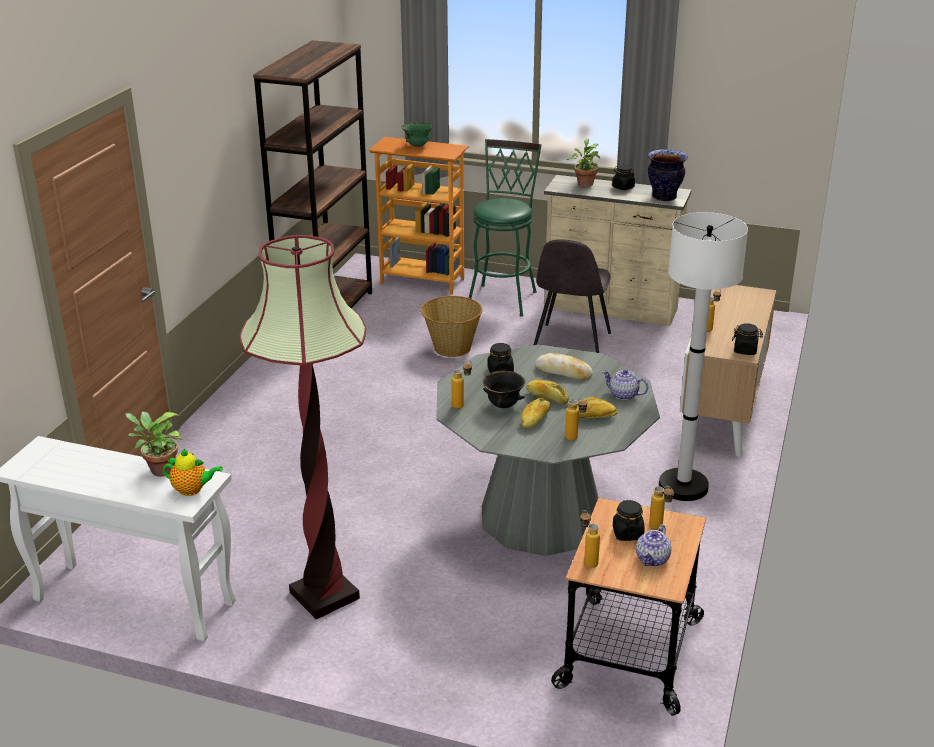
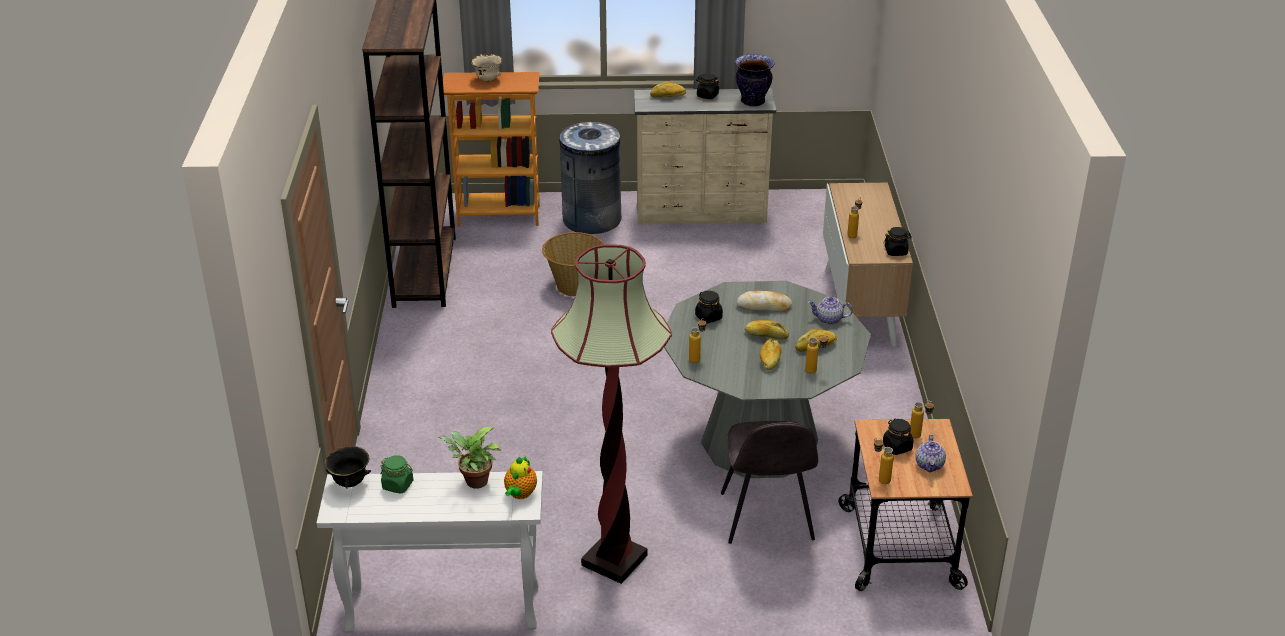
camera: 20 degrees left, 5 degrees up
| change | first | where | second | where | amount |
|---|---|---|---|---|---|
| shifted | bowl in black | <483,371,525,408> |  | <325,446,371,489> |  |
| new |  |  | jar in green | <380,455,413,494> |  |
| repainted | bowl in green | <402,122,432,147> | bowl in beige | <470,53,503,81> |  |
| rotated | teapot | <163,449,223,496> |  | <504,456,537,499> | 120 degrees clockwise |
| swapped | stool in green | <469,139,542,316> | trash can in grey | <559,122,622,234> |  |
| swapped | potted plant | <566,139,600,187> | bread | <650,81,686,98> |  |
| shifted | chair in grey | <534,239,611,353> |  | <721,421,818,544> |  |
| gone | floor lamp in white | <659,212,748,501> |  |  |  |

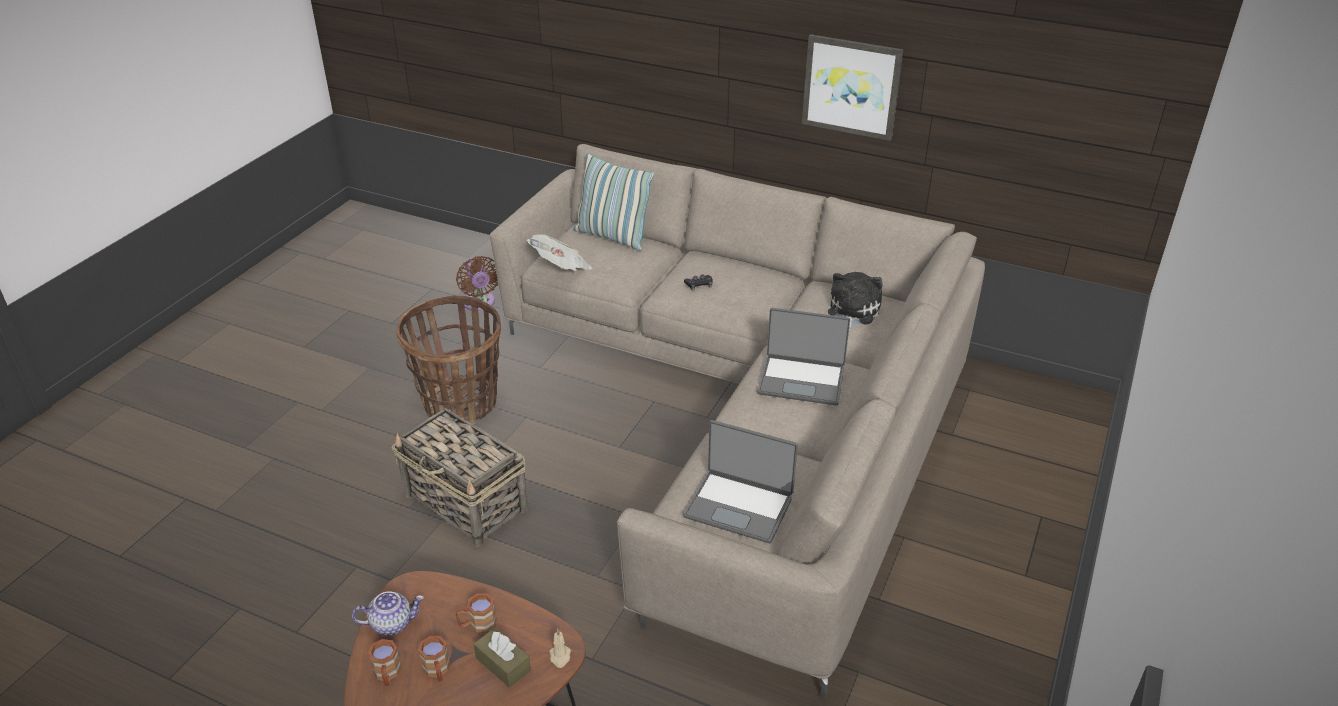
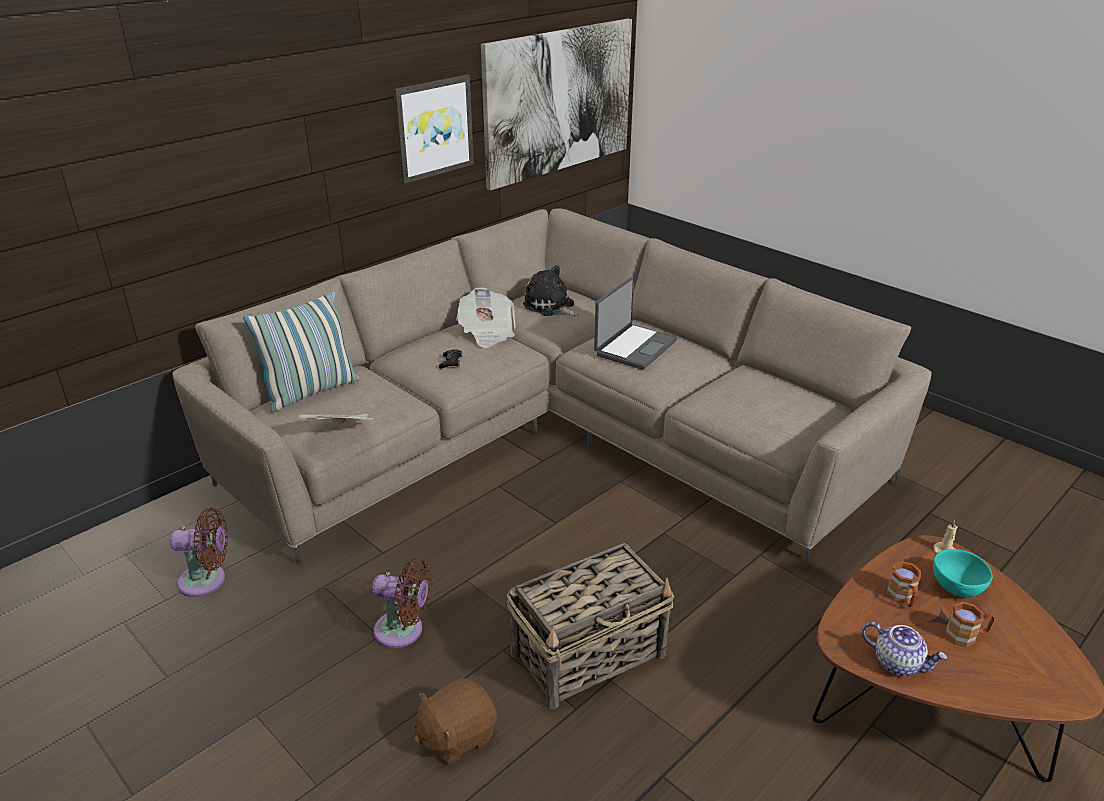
camera: 70 degrees left, 5 degrees down
| change | first | where | second | where | amount |
|---|---|---|---|---|---|
| swapped | basket | <397,296,501,424> | fan in brown | <372,558,432,648> |  |
| new |  |  | plush toy in brown | <414,678,497,764> |  |
| new |  |  | newspaper | <456,287,515,348> |  |
| new |  |  | picture | <481,19,632,191> |  |
| rotated | teapot | <352,591,424,636> |  | <862,622,947,676> | 120 degrees clockwise |
| swapped | tissue box in brown | <474,628,531,688> | bowl in turquoise | <933,549,993,597> |  |
| gone | mug in brown | <368,639,402,686> |  |  |  |
| gone | laptop | <684,420,798,543> |  |  |  |

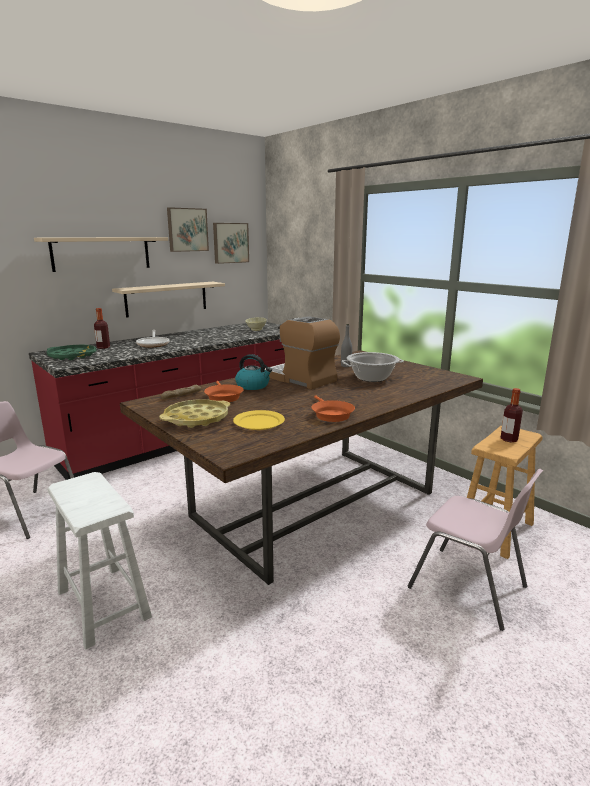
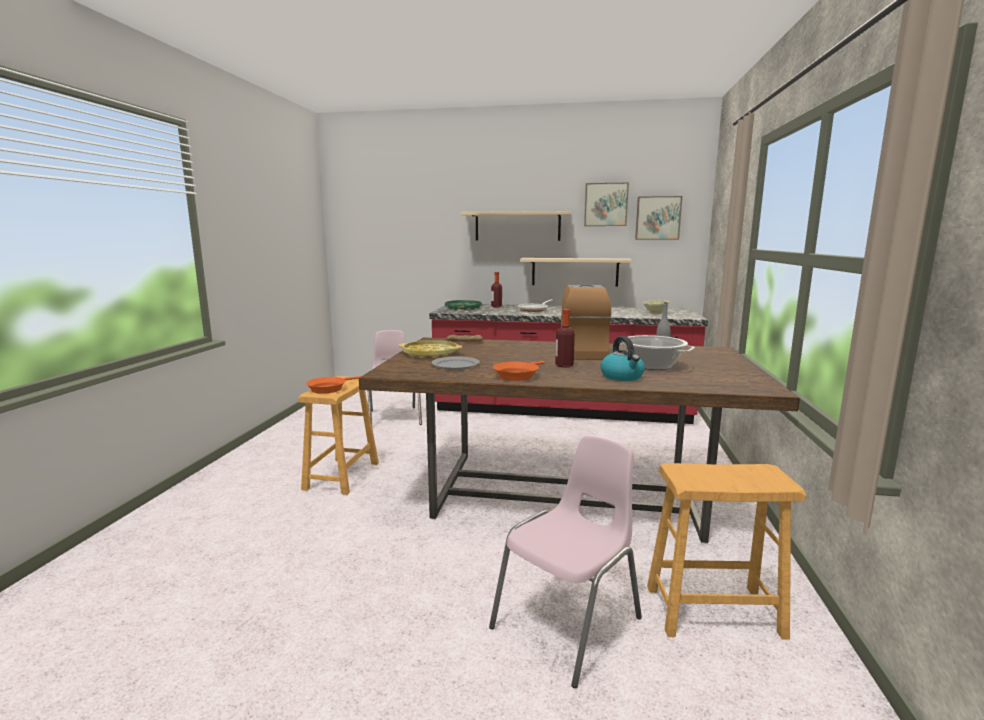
camera: 50 degrees right, 5 degrees down
| change | first | where | second | where | amount |
|---|---|---|---|---|---|
| repainted | stool in white | <47,472,152,649> | stool in brown | <298,376,379,495> |  |
| shifted | frying pan in orange | <204,381,244,402> |  | <306,376,361,394> |  |
| repainted | plate in yellow | <233,410,285,430> | plate in grey | <431,356,480,370> |  |
| rotated | chair in pink | <408,469,543,631> |  | <489,436,642,688> | 135 degrees counterclockwise |
| shifted | bottle | <500,388,523,442> |  | <555,309,575,368> |  |
| shifted | kettle | <235,354,272,390> |  | <600,336,645,381> |  |

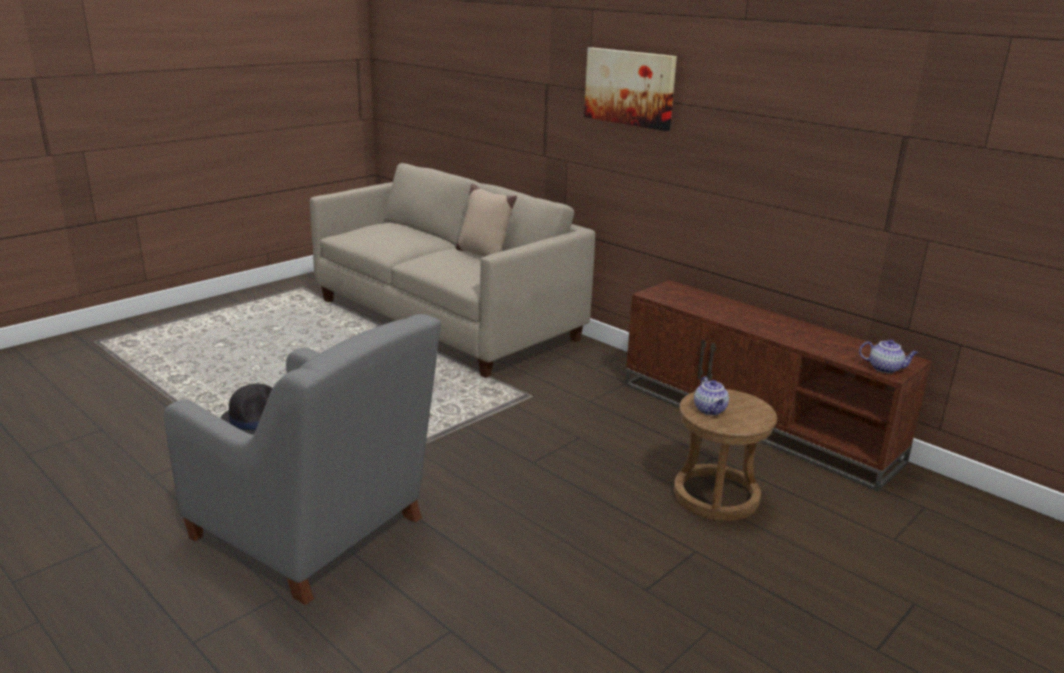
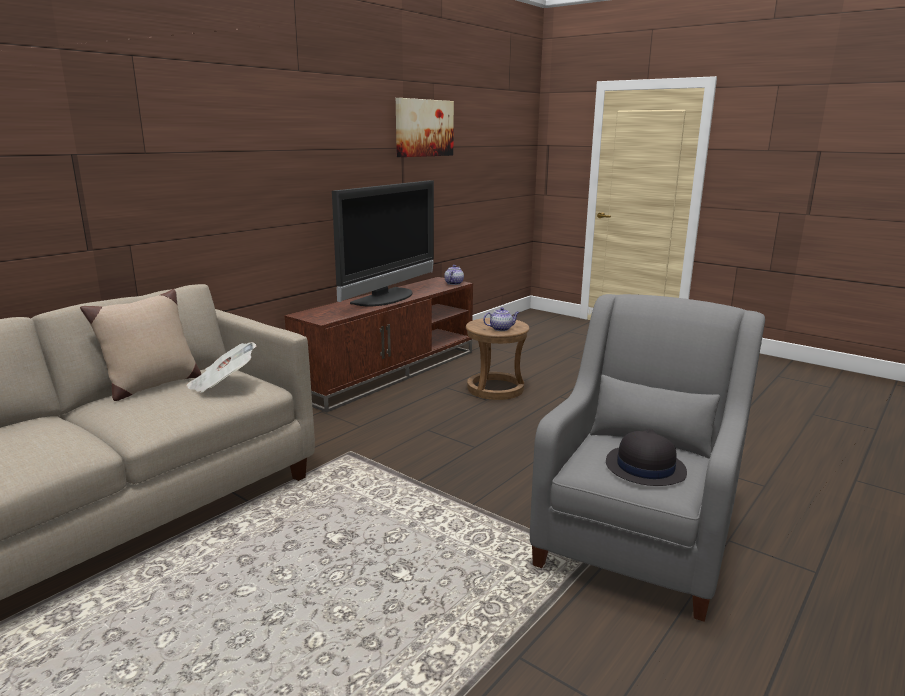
camera: 95 degrees left, 5 degrees down
| change | first | where | second | where | amount |
|---|---|---|---|---|---|
| new |  |  | newspaper | <187,342,256,393> |  |
| new |  |  | television | <332,180,434,306> |  |
| shifted | picture | <584,47,677,131> |  | <396,98,454,157> |  |

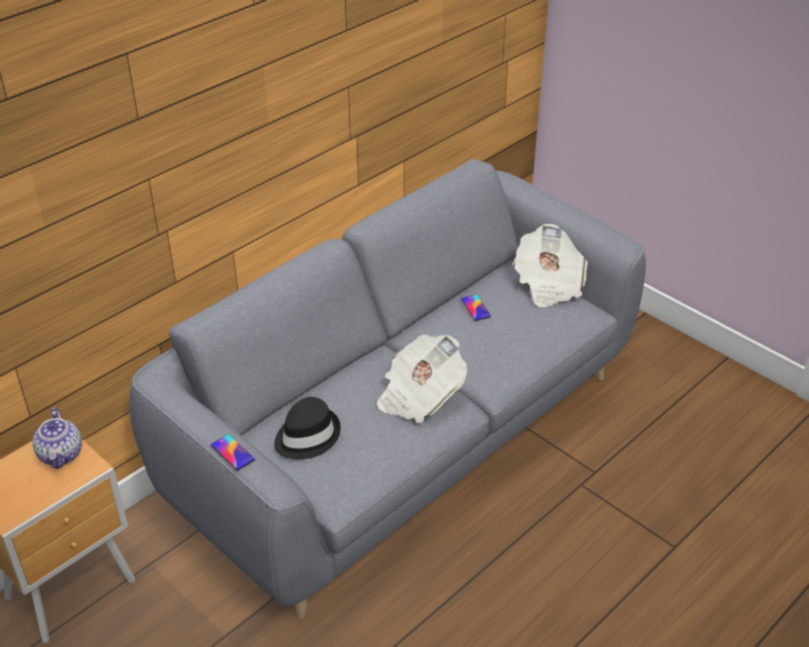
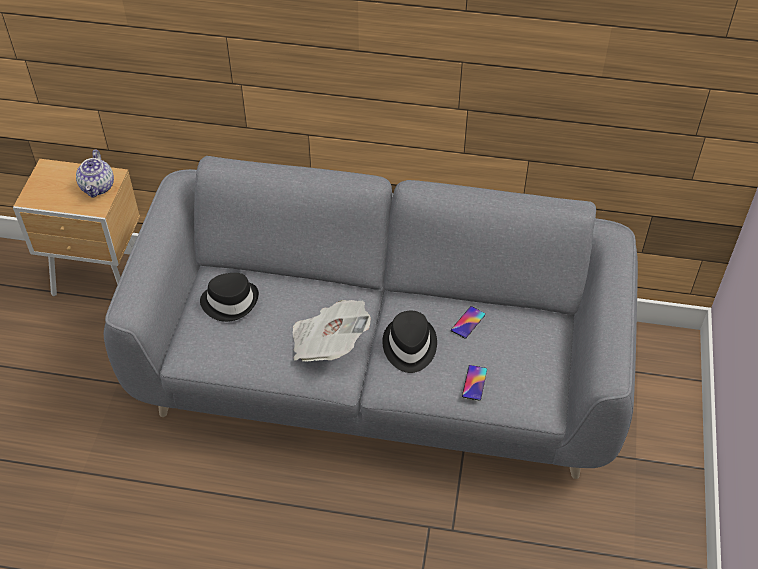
camera: 55 degrees right, 10 degrees up
| change | first | where | second | where | amount |
|---|---|---|---|---|---|
| rotated | teapot | <33,407,82,469> |  | <76,150,114,198> | 45 degrees counterclockwise |
| new |  |  | hat in black | <382,311,437,373> |  |
| shifted | phone | <211,434,255,470> |  | <462,365,487,401> |  |
| gone | newspaper | <513,224,588,307> |  |  |  |

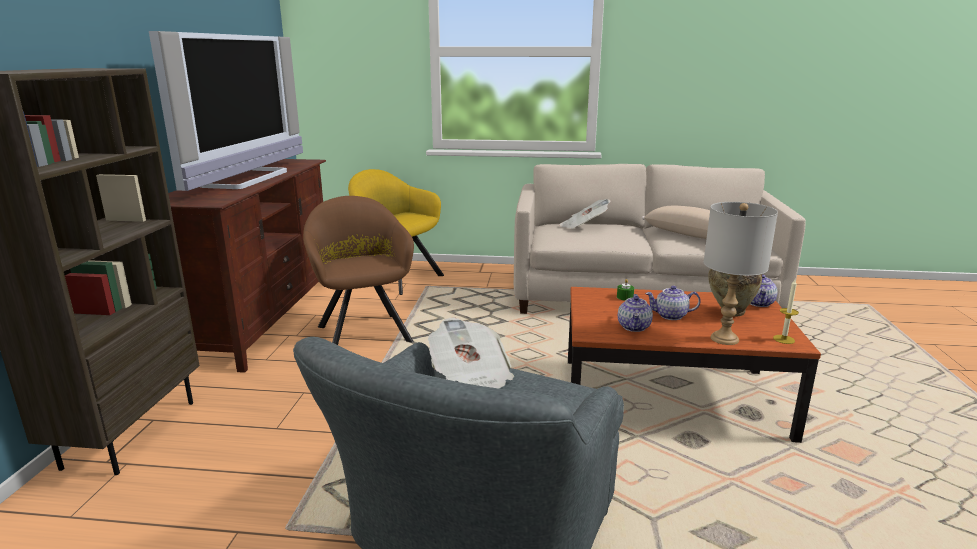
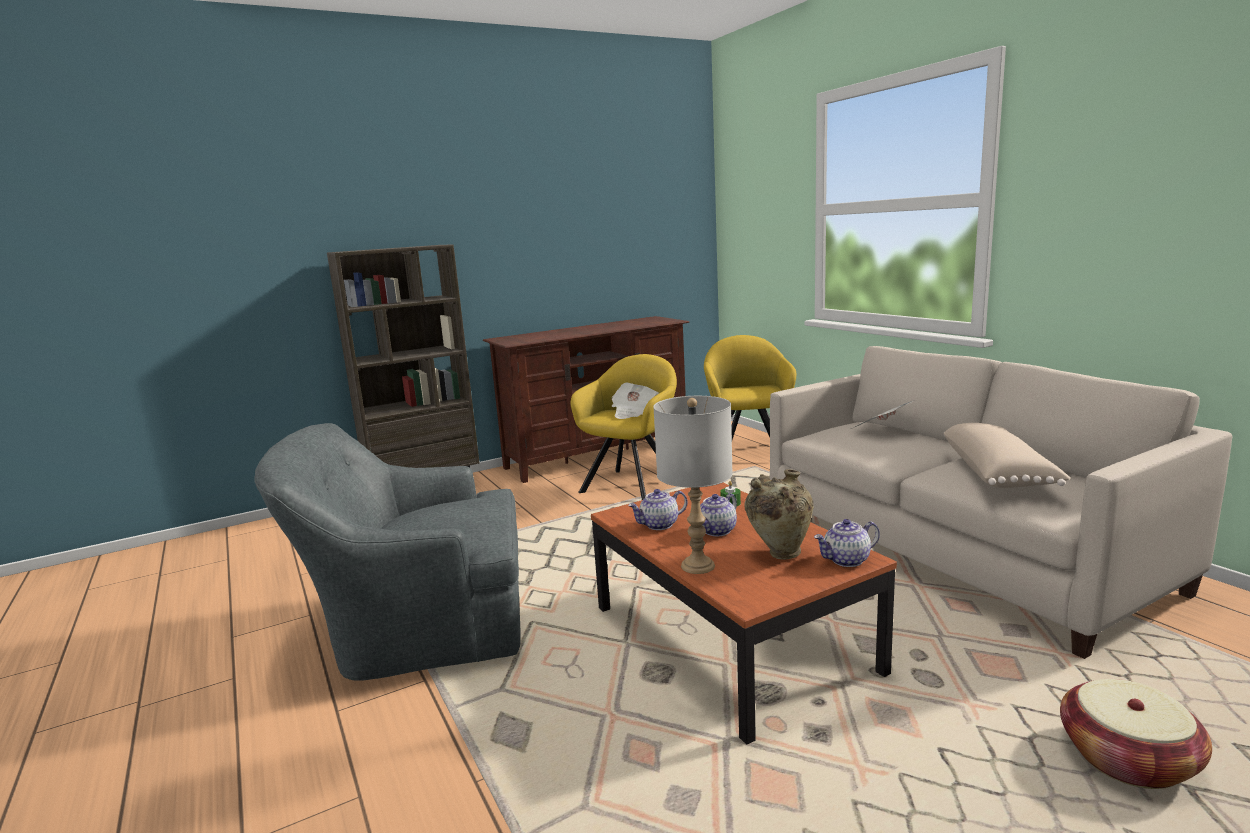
camera: 55 degrees right, 5 degrees down
| change | first | where | second | where | amount |
|---|---|---|---|---|---|
| repainted | armchair in brown | <303,196,414,345> | armchair in yellow | <571,354,677,500> |  |
| shifted | newspaper | <428,318,514,389> |  | <612,383,659,419> |  |
| rotated | teapot | <645,286,701,320> |  | <700,493,737,536> | 105 degrees counterclockwise |
| new |  |  | basket | <1060,679,1212,789> |  |
| gone | television | <149,31,303,191> |  |  |  |
| gone | candle | <773,280,799,344> |  |  |  |

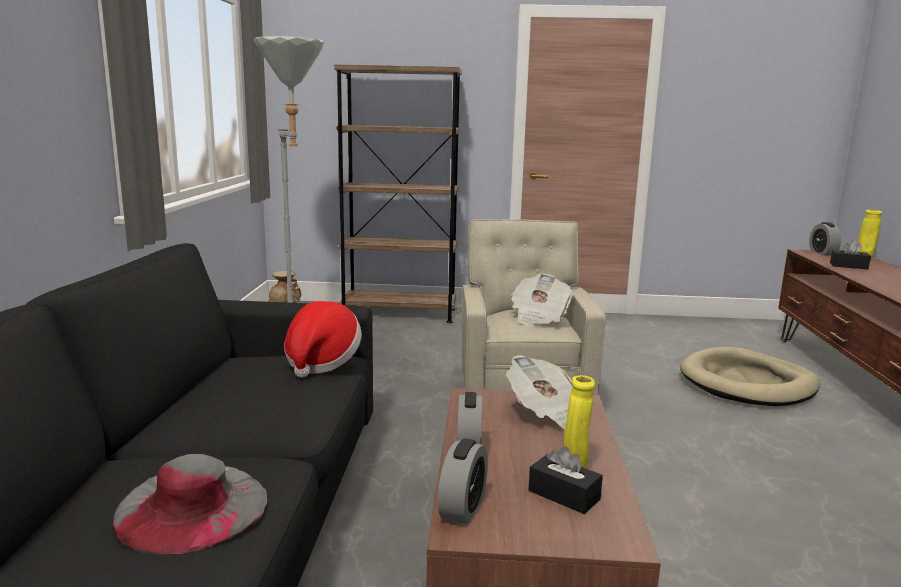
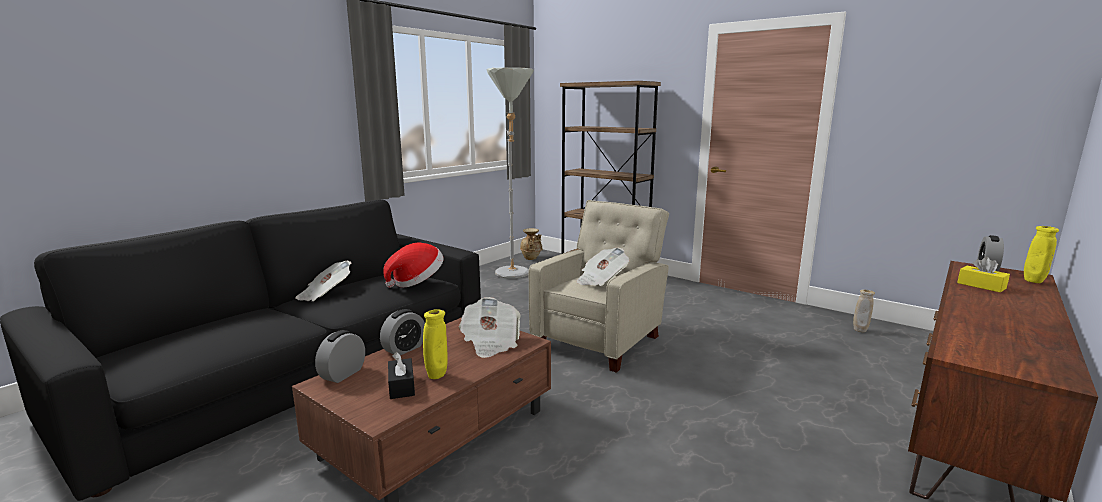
camera: 35 degrees right, 0 degrees up
| change | first | where | second | where | amount |
|---|---|---|---|---|---|
| new |  |  | newspaper | <296,261,351,301> |  |
| rotated | alarm clock | <438,439,488,524> |  | <315,330,365,383> | 150 degrees clockwise |
| new |  |  | vase in beige | <853,289,875,332> |  |
| repainted | tissue box in black | <830,240,871,269> | tissue box in yellow | <957,257,1010,292> |  |
| gone | hat in grey | <112,454,268,554> |  |  |  |
| gone | dog bed in beige | <680,347,820,406> |  |  |  |

